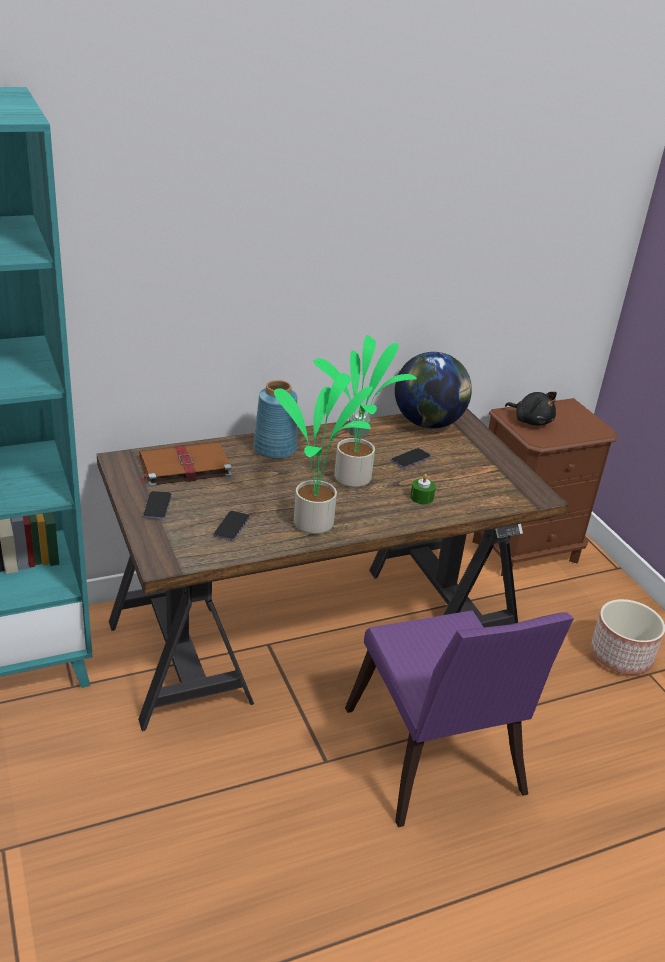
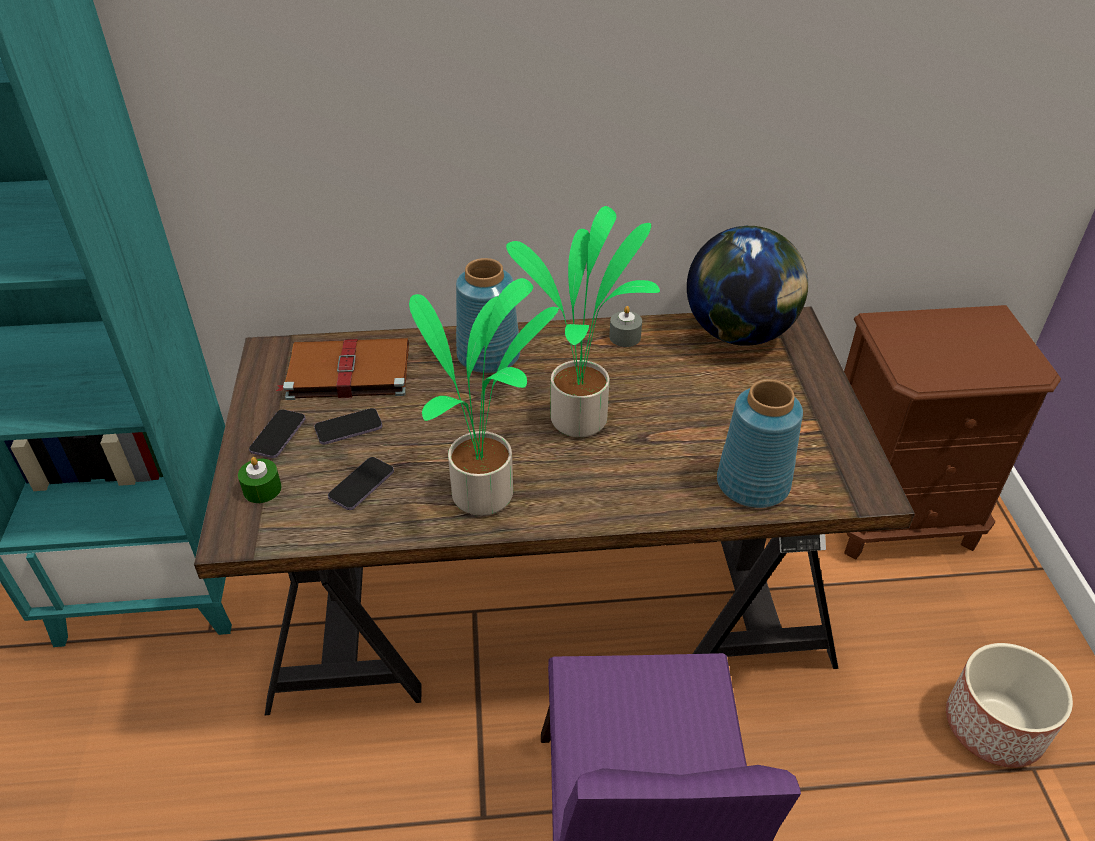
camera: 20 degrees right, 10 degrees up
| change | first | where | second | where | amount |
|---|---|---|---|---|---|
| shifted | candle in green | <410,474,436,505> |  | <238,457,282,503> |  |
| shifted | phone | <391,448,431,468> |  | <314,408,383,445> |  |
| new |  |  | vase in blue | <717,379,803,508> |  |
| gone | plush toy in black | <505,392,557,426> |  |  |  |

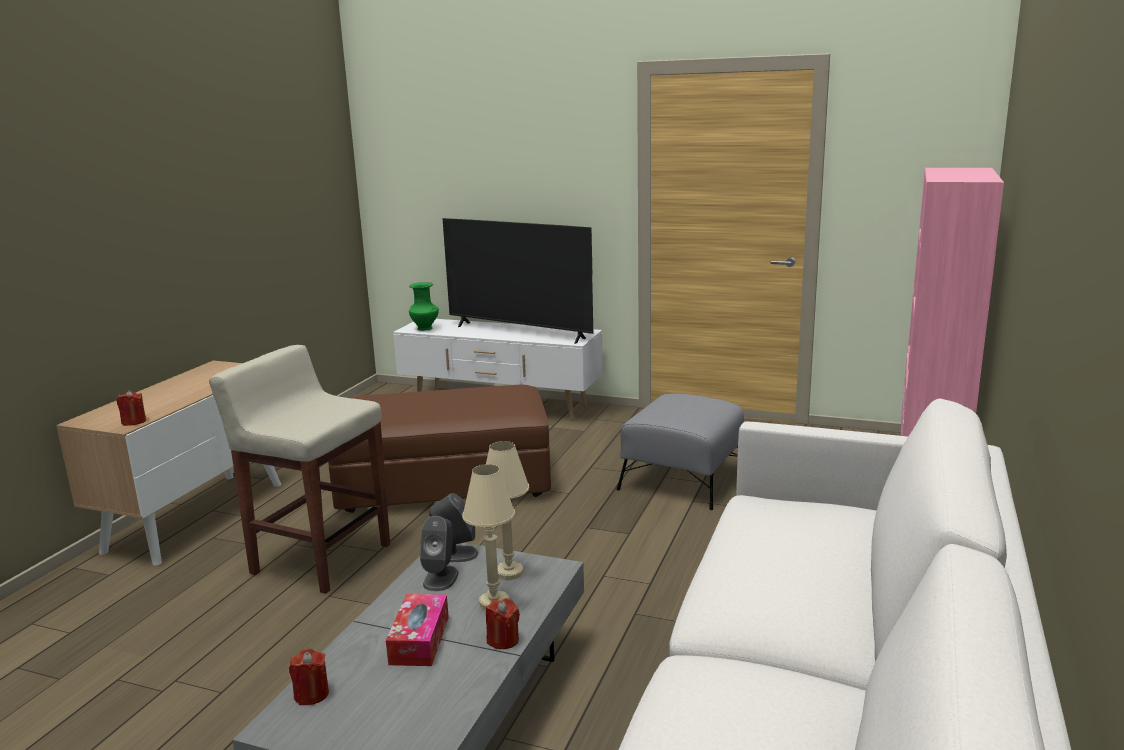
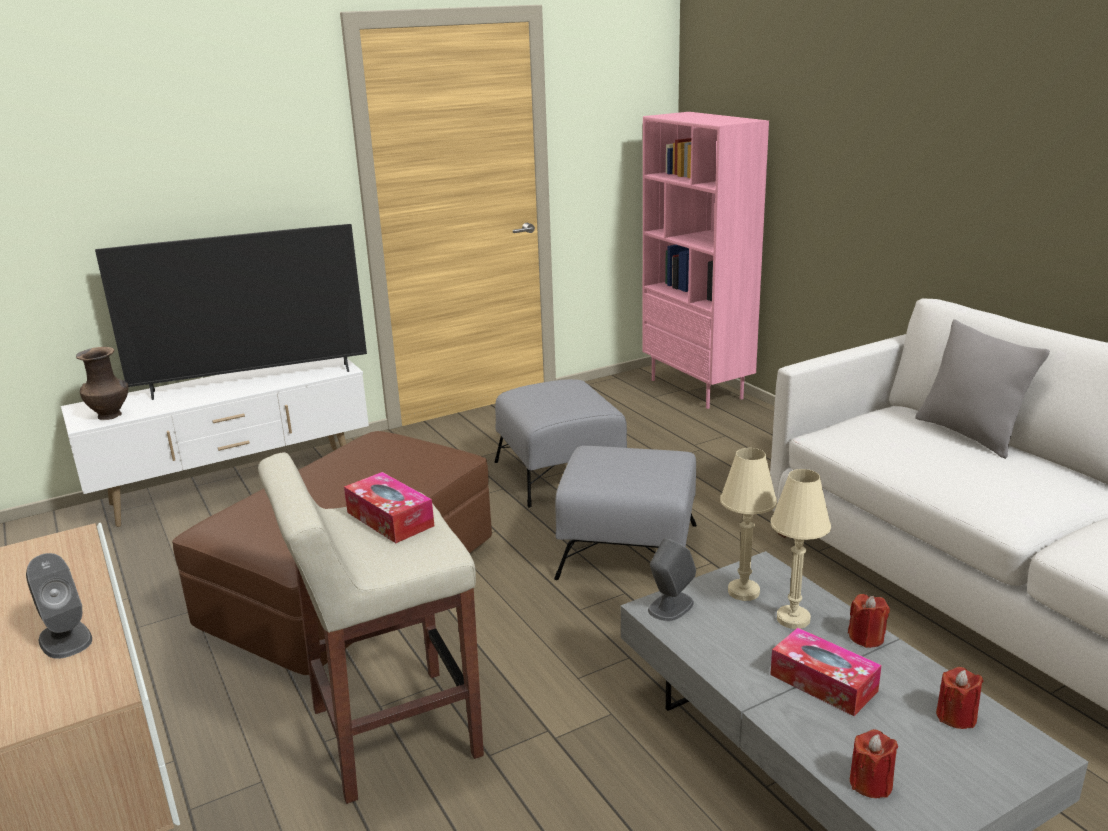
camera: 50 degrees left, 5 degrees up
| change | first | where | second | where | amount |
|---|---|---|---|---|---|
| shifted | speaker in grey | <420,516,458,591> |  | <26,553,92,659> |  |
| repainted | vase in green | <409,282,439,331> | vase in brown | <76,347,128,420> |  |
| new |  |  | tissue box | <344,472,434,543> |  |
| new |  |  | ottoman in grey | <554,446,697,580> |  |
| new |  |  | pillow in grey | <915,319,1050,459> |  |
| shifted | candle in red | <117,390,146,426> |  | <936,667,983,729> |  |

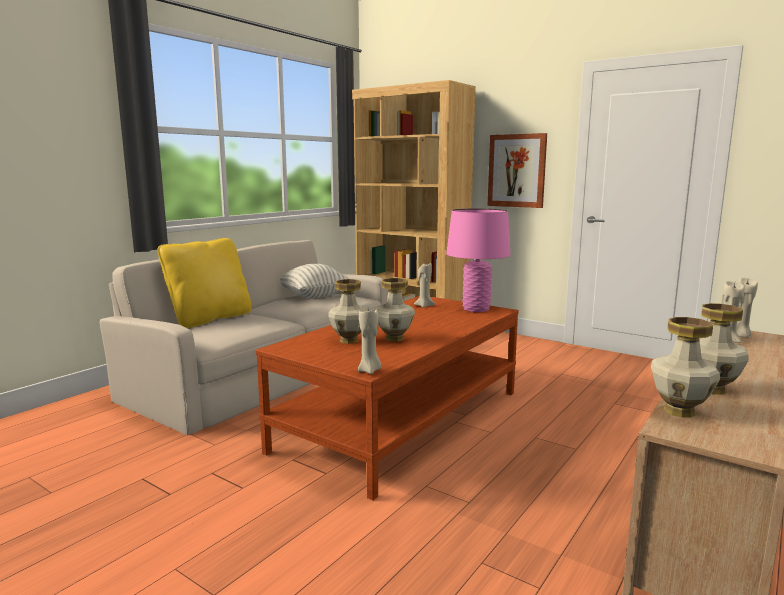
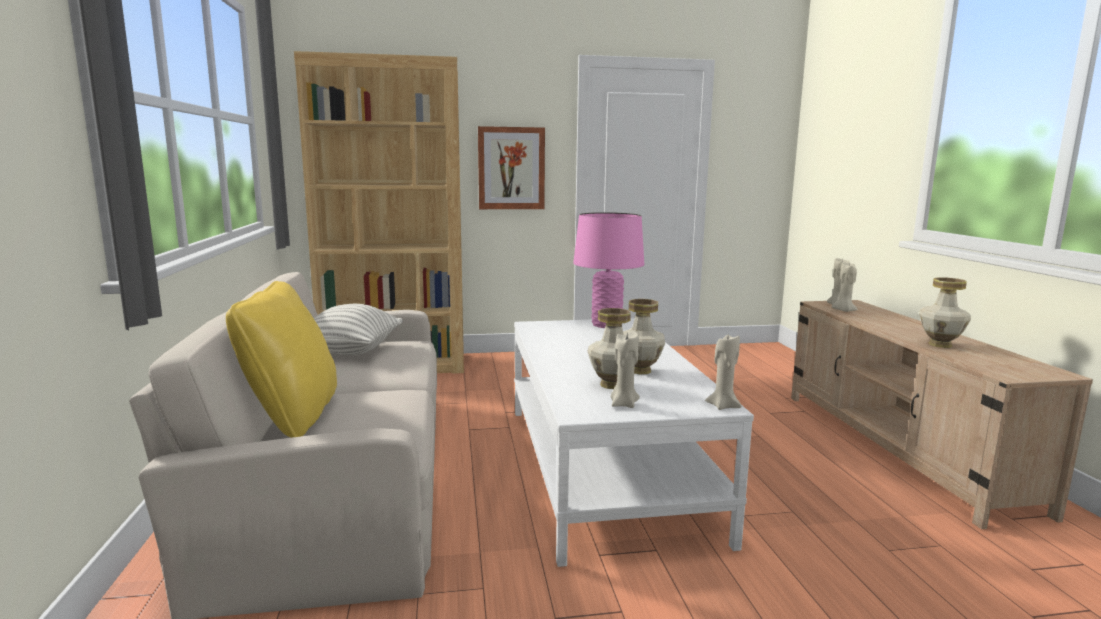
camera: 45 degrees left, 0 degrees up
| change | first | where | second | where | amount |
|---|---|---|---|---|---|
| repainted | coffee table in brown | <256,296,519,500> | coffee table in white | <514,318,754,567> |  |
| shifted | candle in beige | <414,263,435,308> |  | <611,331,640,408> |  |
| gone | vase | <651,317,720,417> |  |  |  |

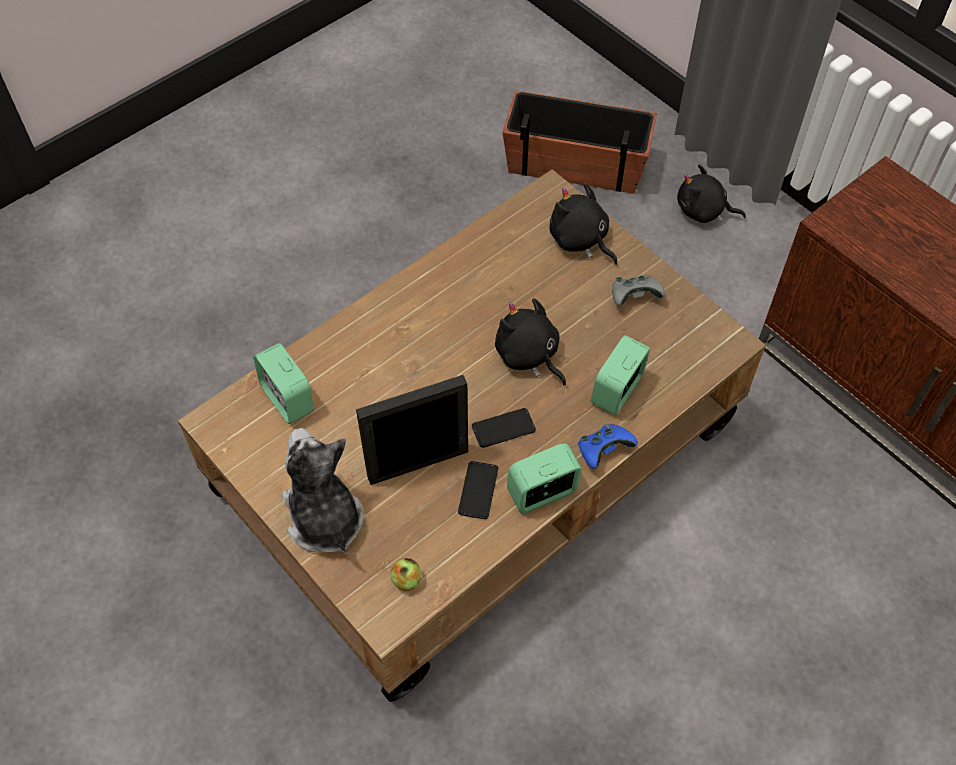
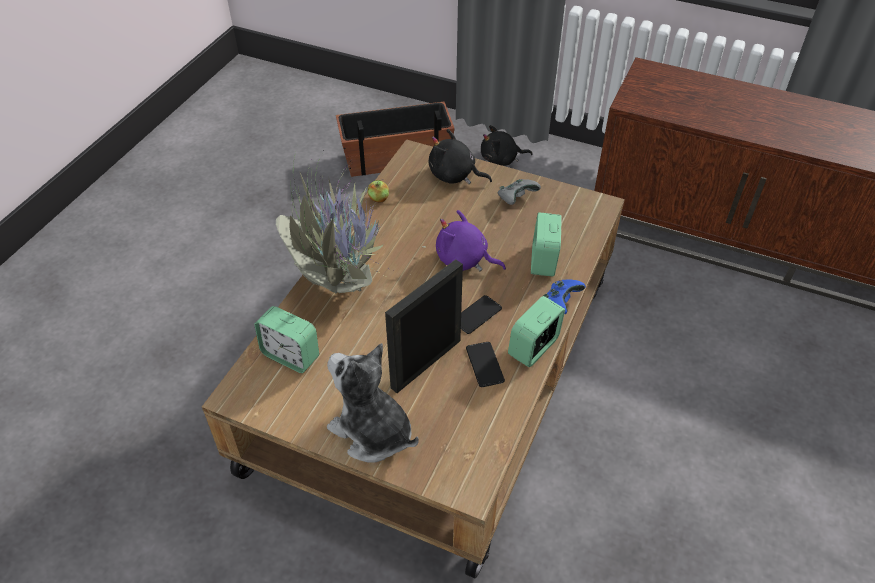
camera: 25 degrees left, 10 degrees down
| change | first | where | second | where | amount |
|---|---|---|---|---|---|
| new |  |  | potted plant | <276,152,426,294> |  |
| shifted | apple | <391,558,422,591> |  | <368,180,389,203> |  |
| repainted | plush toy in black | <495,298,566,386> | plush toy in purple | <436,210,506,272> |  |

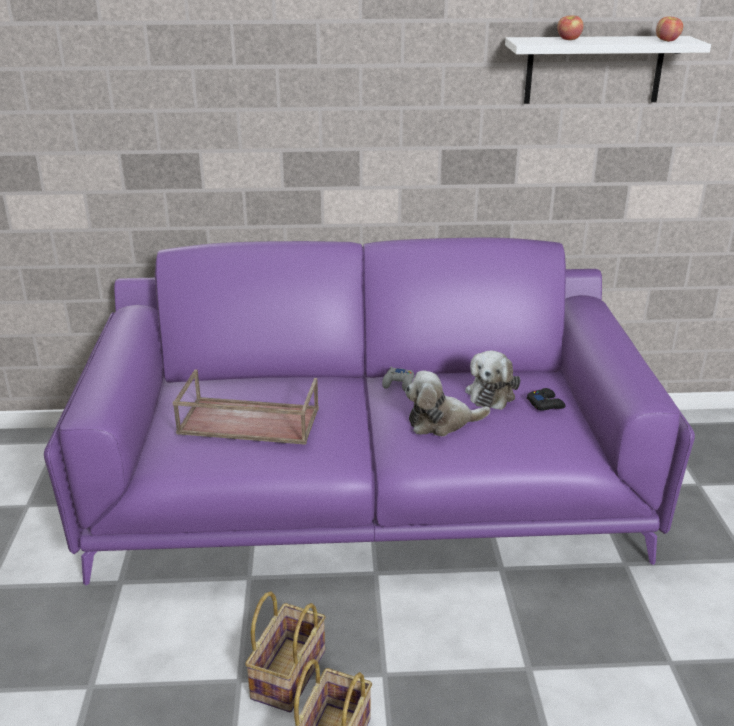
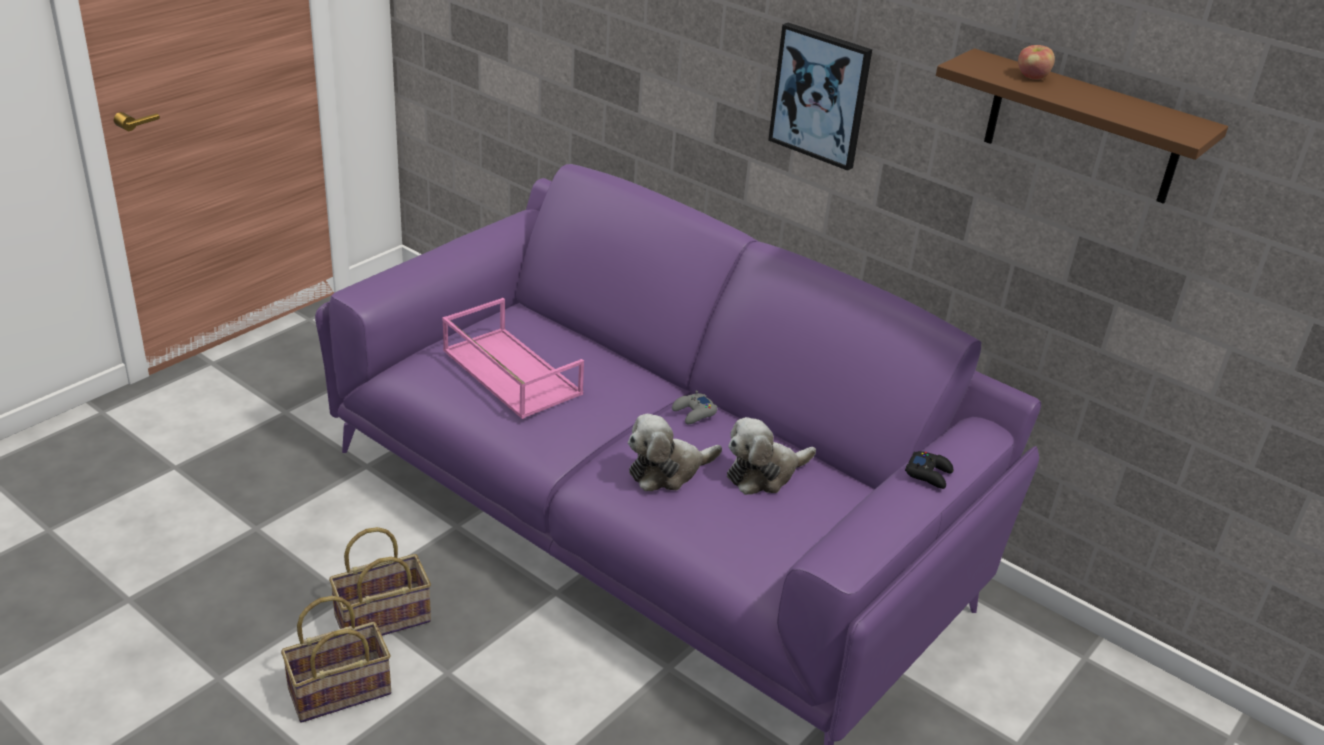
camera: 40 degrees right, 5 degrees up
| change | first | where | second | where | amount |
|---|---|---|---|---|---|
| repainted | tray in brown | <173,370,319,445> | tray in pink | <442,298,584,419> |  |
| rotated | plush toy | <405,370,490,437> |  | <628,414,722,491> | 60 degrees counterclockwise |
| new |  |  | picture | <768,23,872,171> |  |
| shifted | game controller in black | <527,388,566,411> |  | <905,451,954,489> |  |
| repainted | shelf in white | <505,36,711,104> | shelf in brown | <936,48,1228,204> |  |
| gone | apple | <656,16,683,42> |  |  |  |

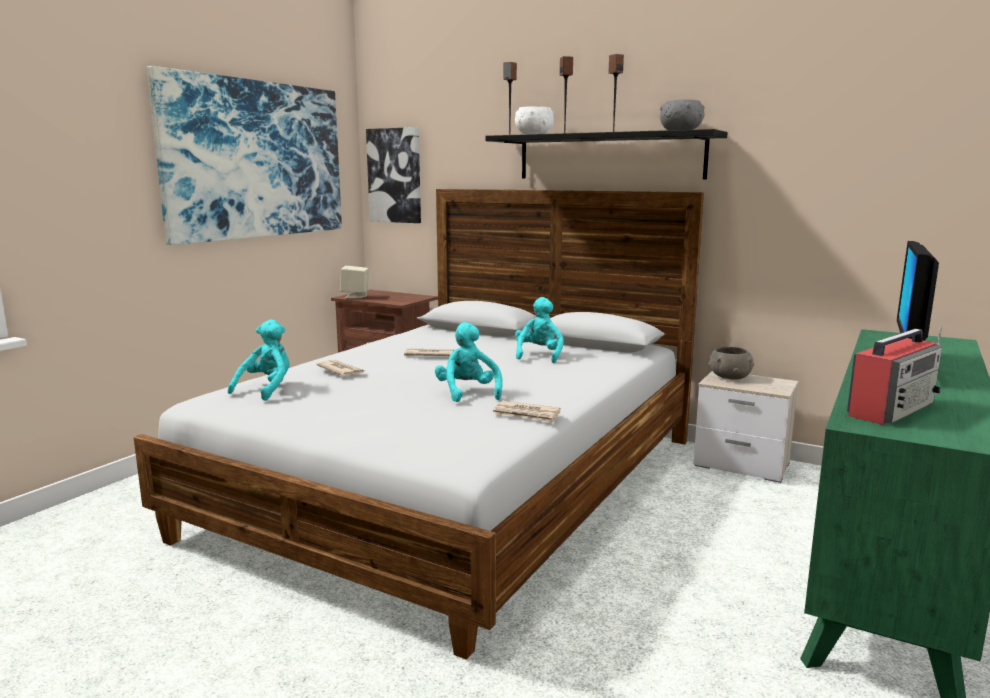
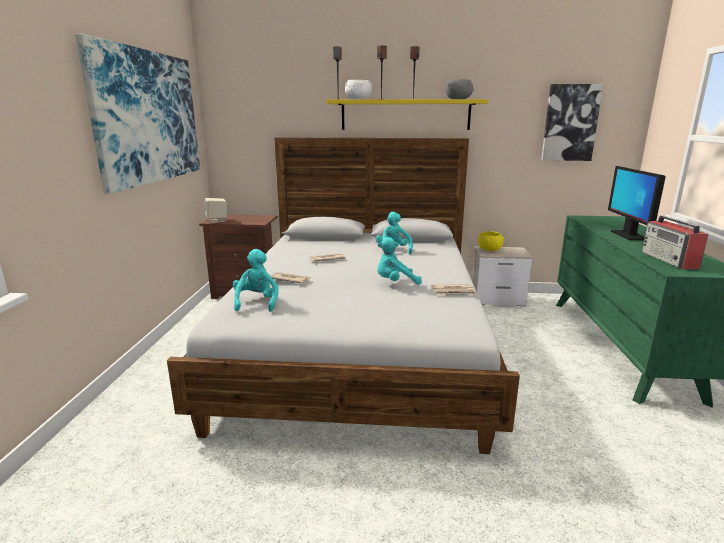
camera: 25 degrees left, 5 degrees up
| change | first | where | second | where | amount |
|---|---|---|---|---|---|
| repainted | shelf in black | <486,129,728,179> | shelf in yellow | <326,99,489,130> |  |
| rotated | plush toy in turquoise | <435,322,503,402> |  | <377,237,422,285> | 60 degrees counterclockwise |
| repainted | bowl in grey | <708,347,754,380> | bowl in yellow | <478,231,504,251> |  |
| shifted | picture | <366,127,421,223> |  | <541,84,603,161> |  |
| rotated | radio | <847,327,942,425> |  | <642,215,708,269> | 150 degrees clockwise |

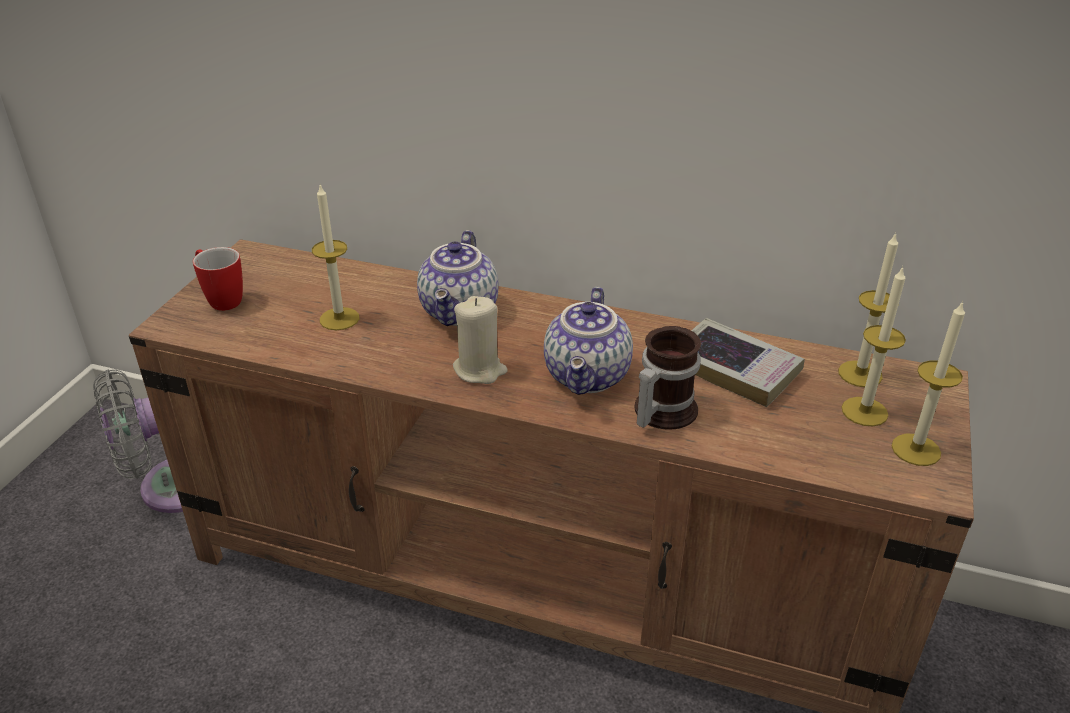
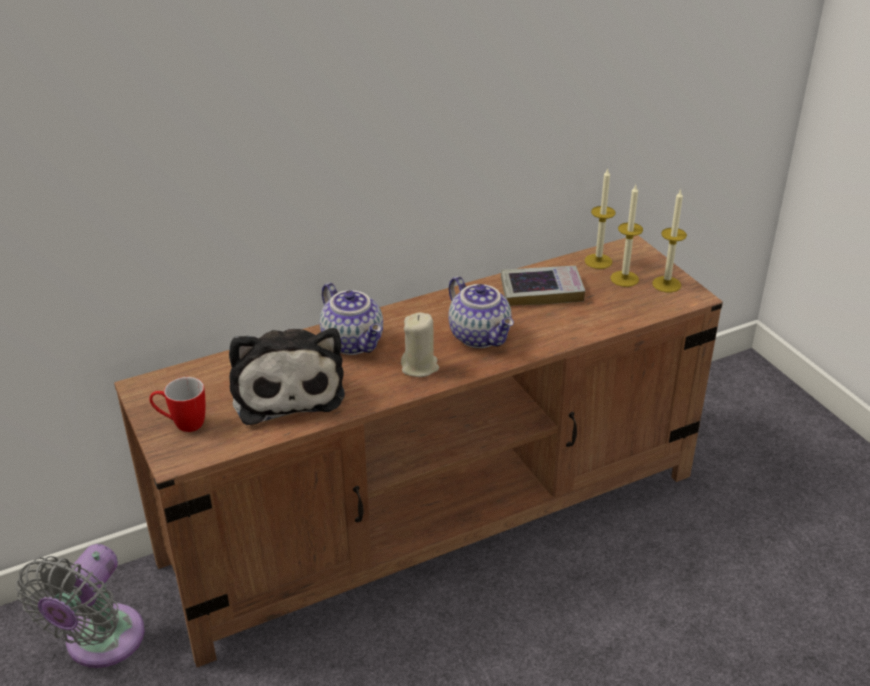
camera: 45 degrees left, 0 degrees up
| change | first | where | second | where | amount |
|---|---|---|---|---|---|
| swapped | candle | <312,185,359,330> | plush toy | <229,328,345,425> |  |
| gone | mug | <634,326,701,430> |  |  |  |

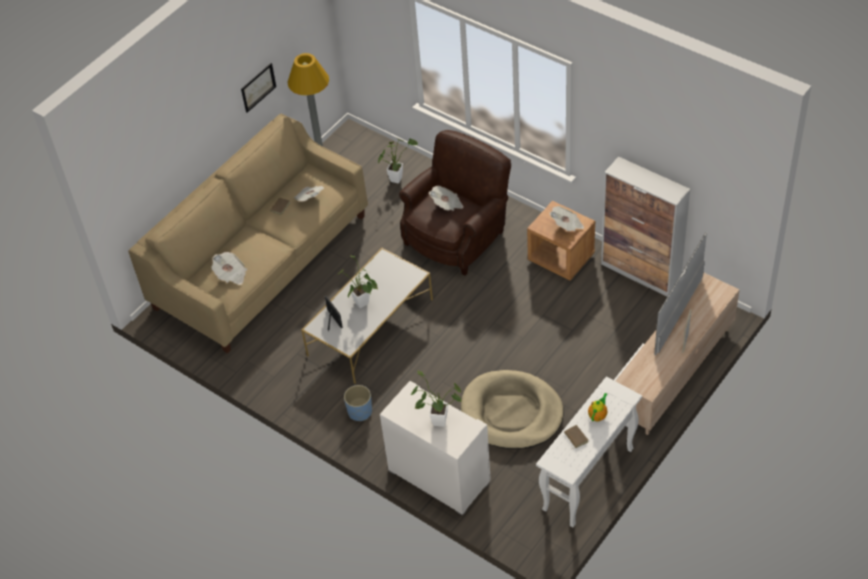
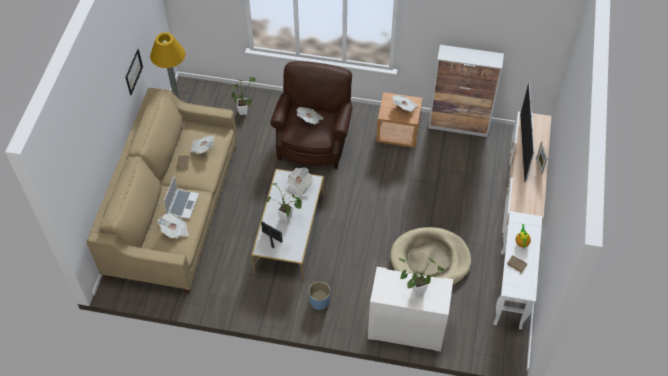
camera: 30 degrees left, 5 degrees up
| change | first | where | second | where | amount |
|---|---|---|---|---|---|
| new |  |  | laptop | <164,176,199,219> |  |
| new |  |  | newspaper | <286,168,313,197> |  |

